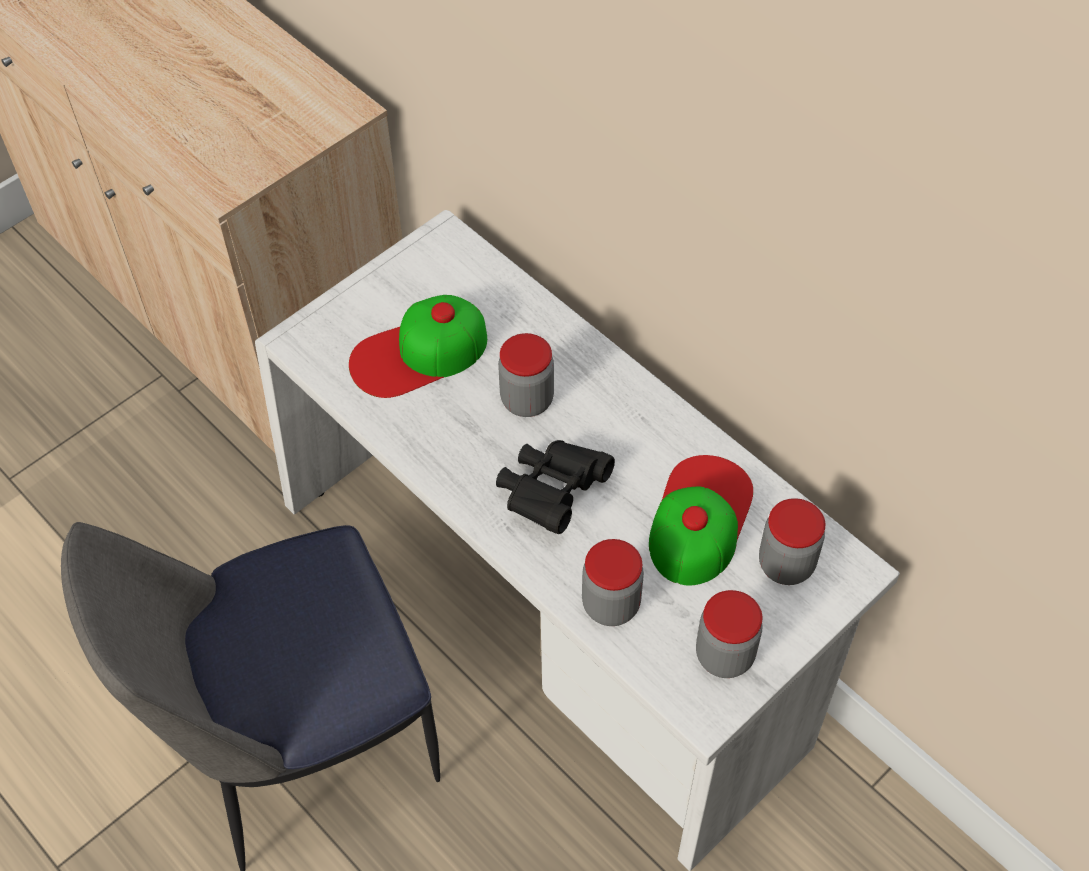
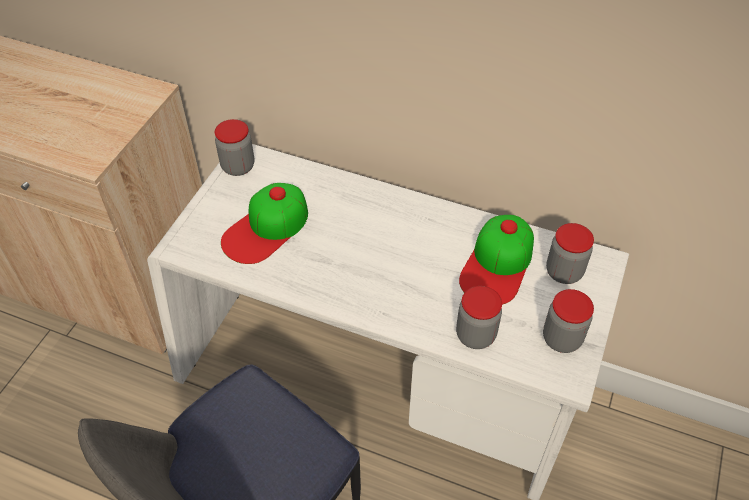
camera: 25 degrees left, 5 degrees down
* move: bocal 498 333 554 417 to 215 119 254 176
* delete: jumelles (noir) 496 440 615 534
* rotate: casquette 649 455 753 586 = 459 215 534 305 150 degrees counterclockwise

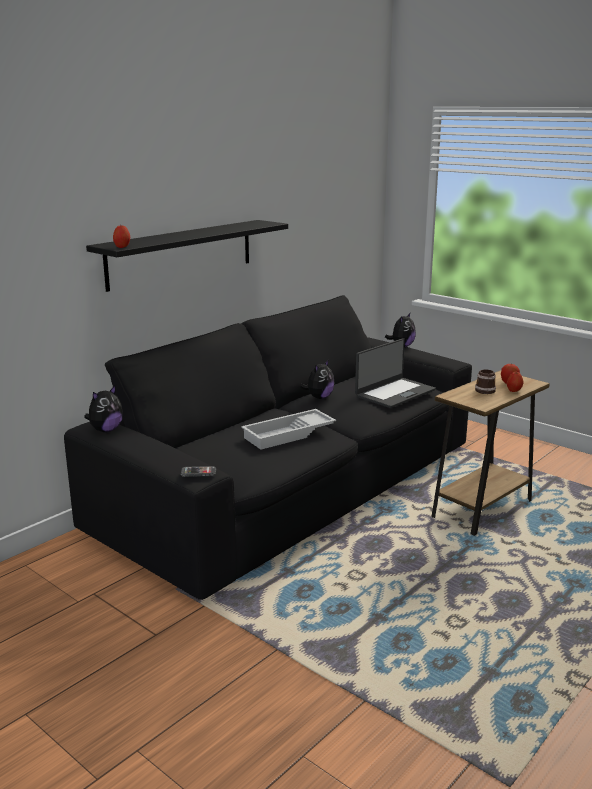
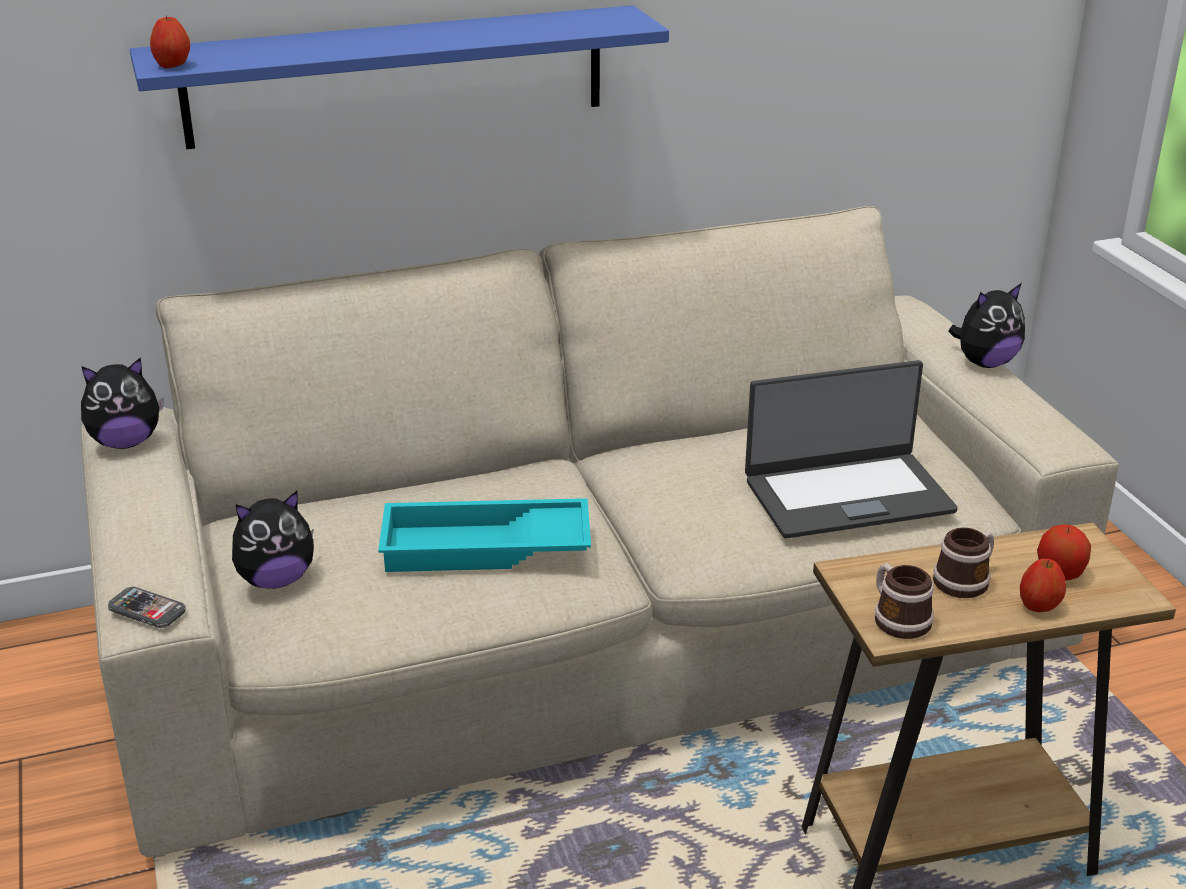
camera: 30 degrees right, 10 degrees up
* recolor: étagère (noir) 86 220 288 292 to étagère (bleu) 130 5 669 149
* recolor: canapé (noir) 64 295 472 600 to canapé (beige) 81 206 1119 857
* move: peluche 300 360 335 399 to 232 491 314 589
* recolor: plateau (blanc) 241 409 336 450 to plateau (turquoise) 378 498 591 572
* insert: mug 875 563 934 639

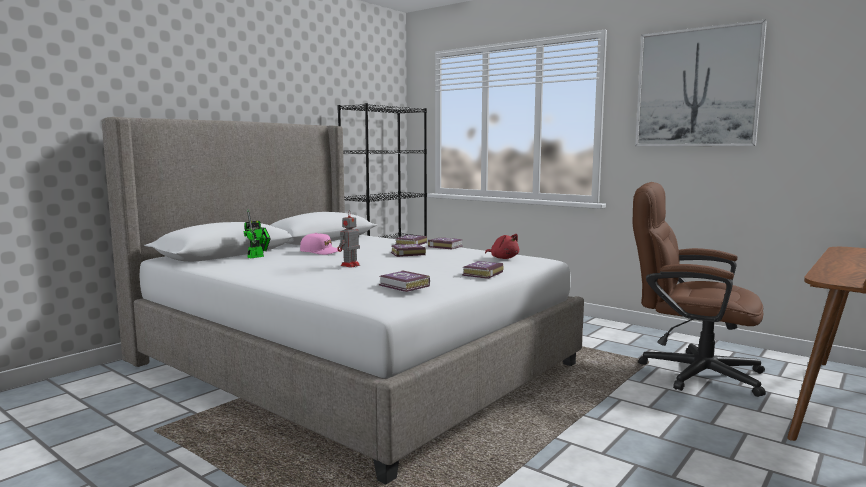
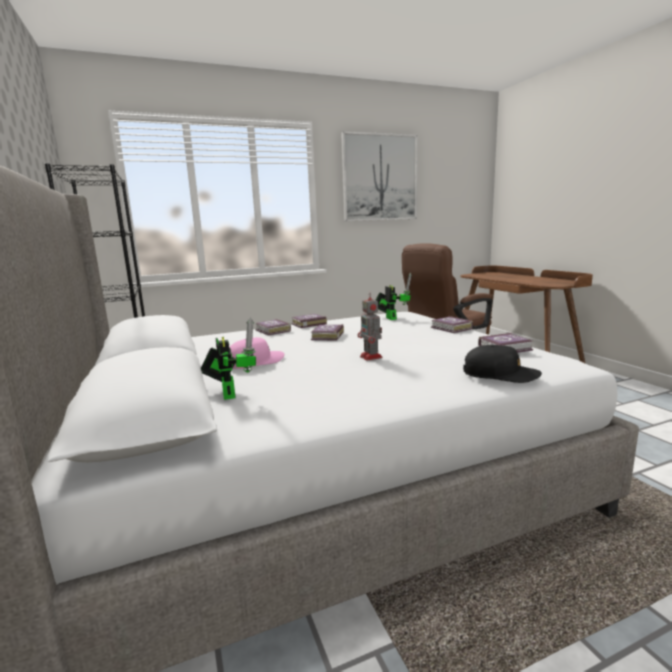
camera: 60 degrees left, 5 degrees up
* replace: peluche (rouge) 485 234 519 259 to robot jouet 376 273 412 320
* insert: casquette (noir) 463 345 542 383

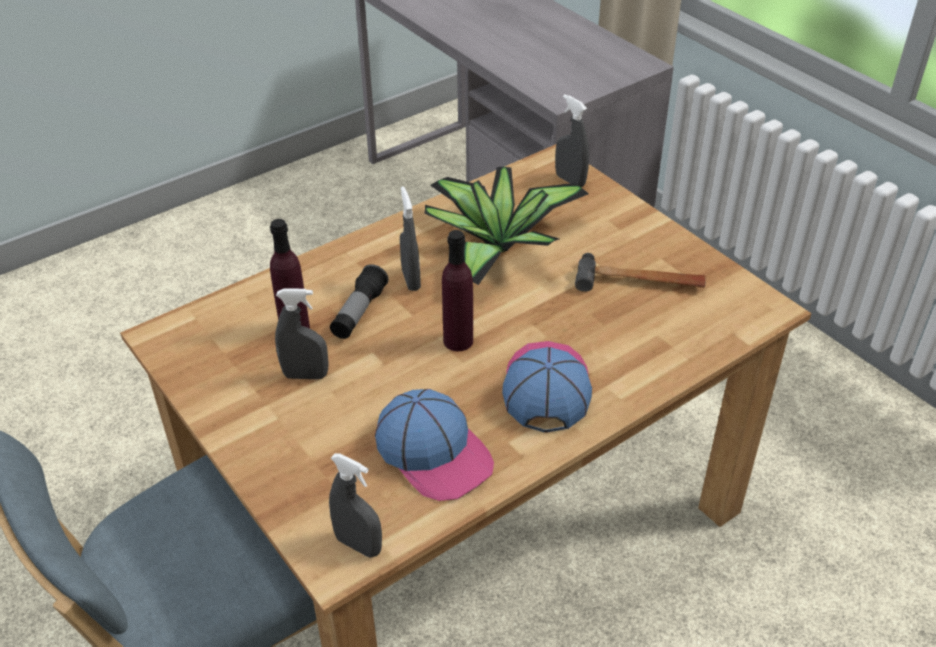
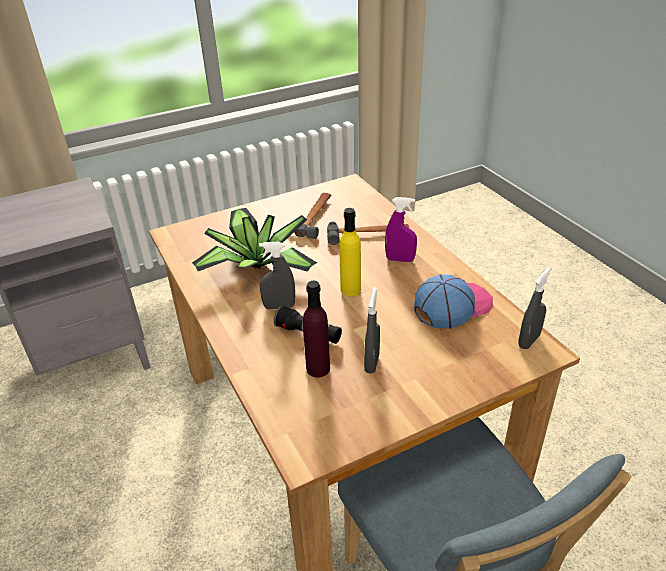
camera: 80 degrees left, 5 degrees down
* delete: vaporisateur (gris) 555 94 589 187
* recolor: bouteille (violet) 442 230 473 351 to bouteille (jaune) 339 208 361 296
* replace: casquette 502 341 592 433 to vaporisateur (violet) 385 197 417 262
* insert: marteau 327 222 409 245

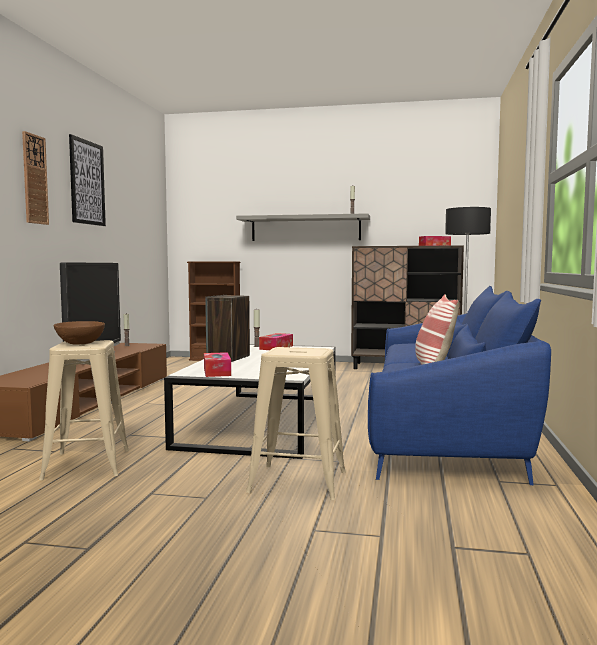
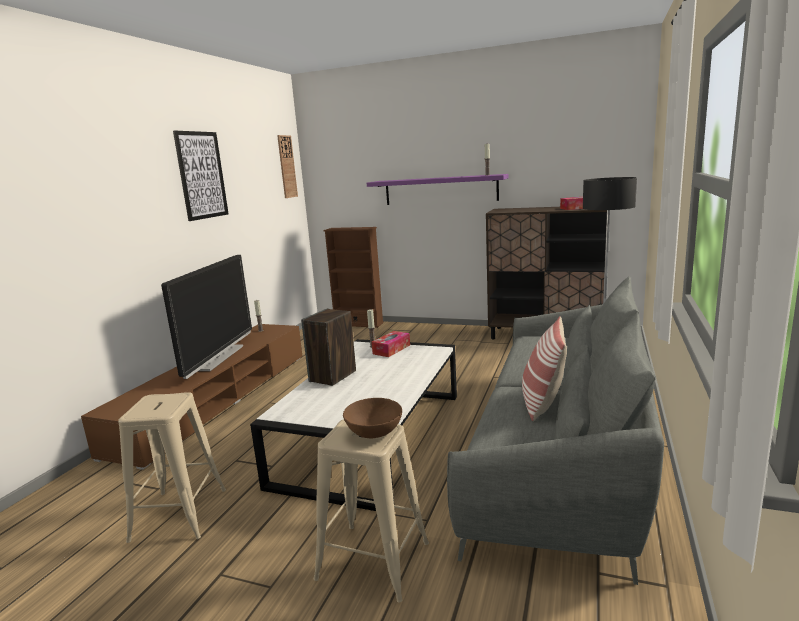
camera: 10 degrees right, 10 degrees up
* move: horloge murale 22 131 49 225 to 277 135 298 198
* recolor: étagère (gris) 236 213 370 241 to étagère (violet) 367 174 508 205
* recolor: canapé (bleu) 368 286 551 485 to canapé (gris) 447 276 664 585
* move: bol (marron) 54 321 105 345 to 343 398 402 438
* delete: boîte à mouchoirs 204 352 231 377

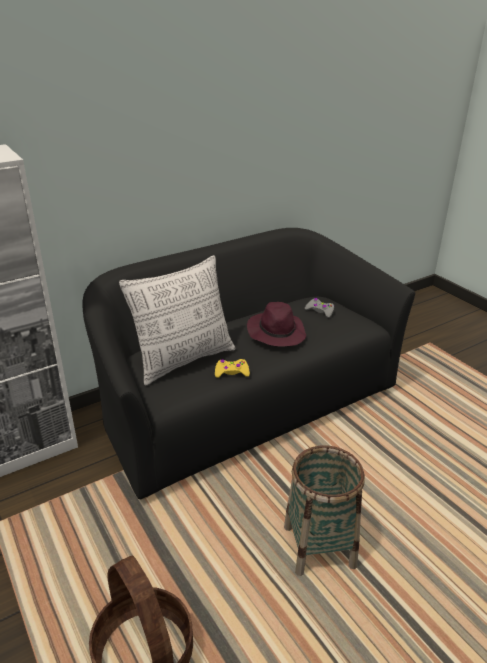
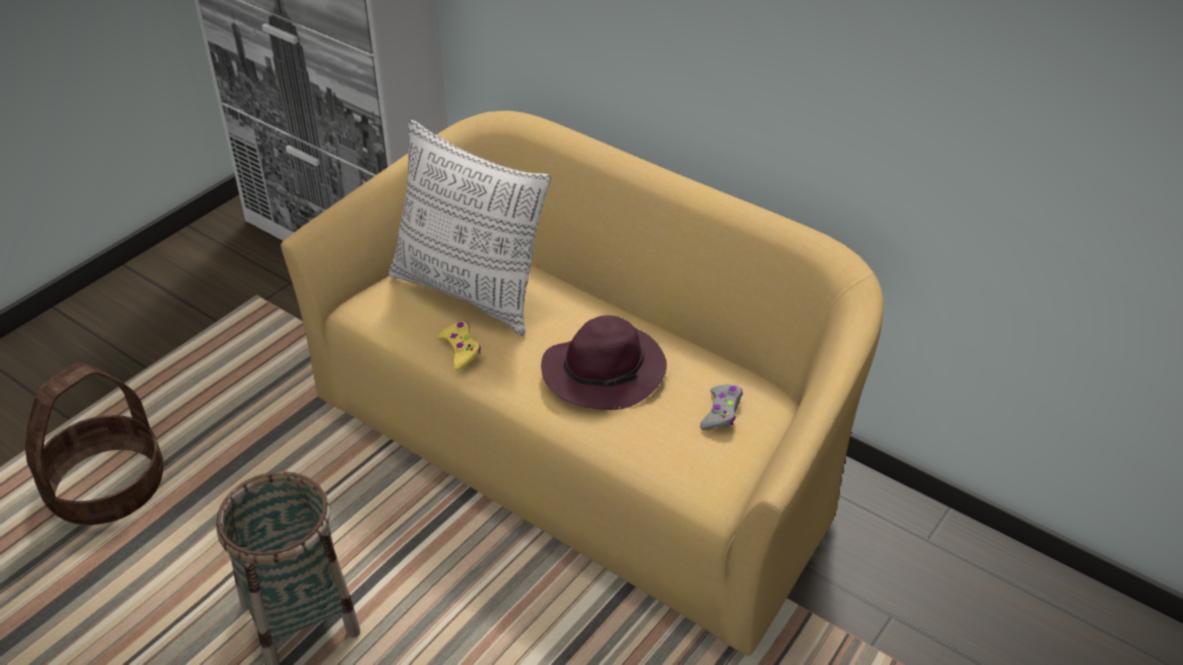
camera: 70 degrees right, 10 degrees up
* recolor: canapé (noir) 82 228 415 499 to canapé (jaune) 281 111 884 656

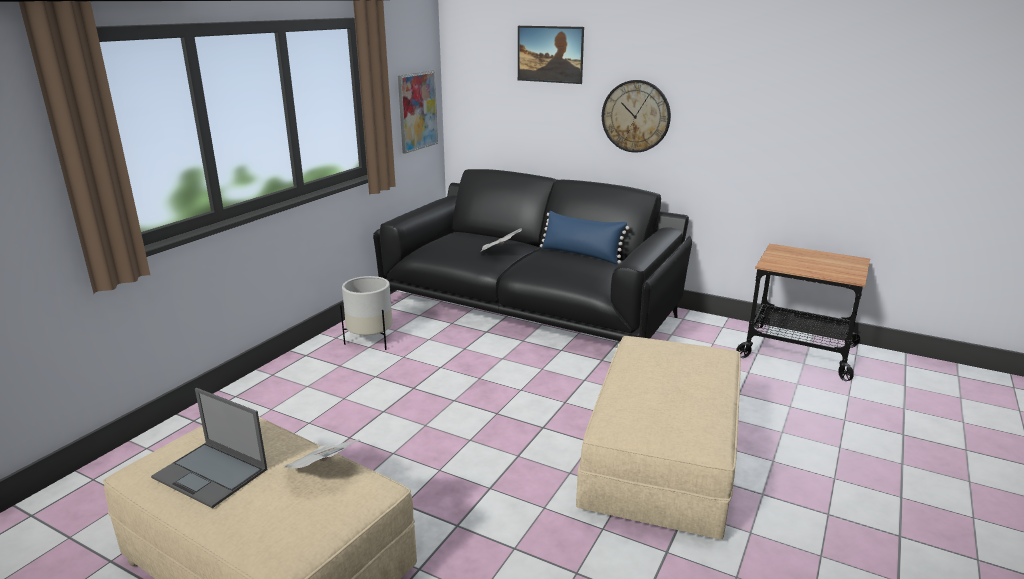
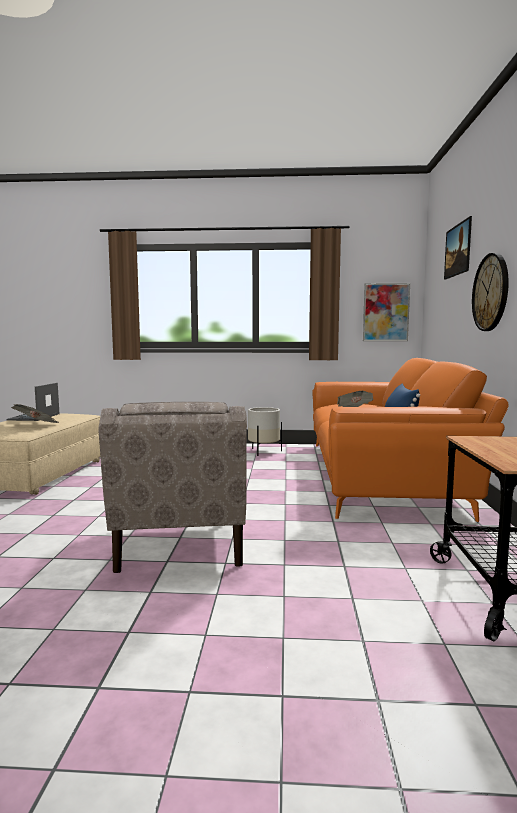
camera: 65 degrees right, 15 degrees down
* recolor: canapé (noir) 373 169 692 341 to canapé (orange) 312 358 509 522
* replace: pouf (beige) 576 336 741 539 to fauteuil (beige) 98 402 247 573

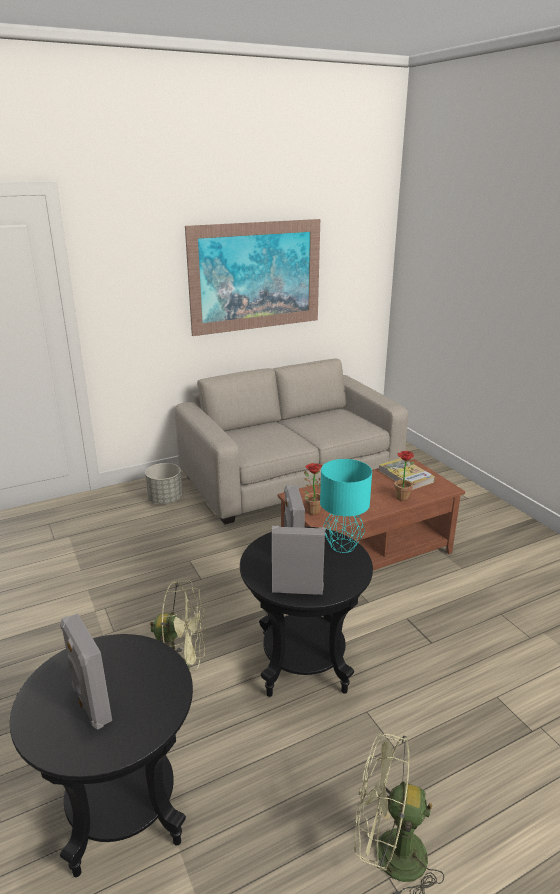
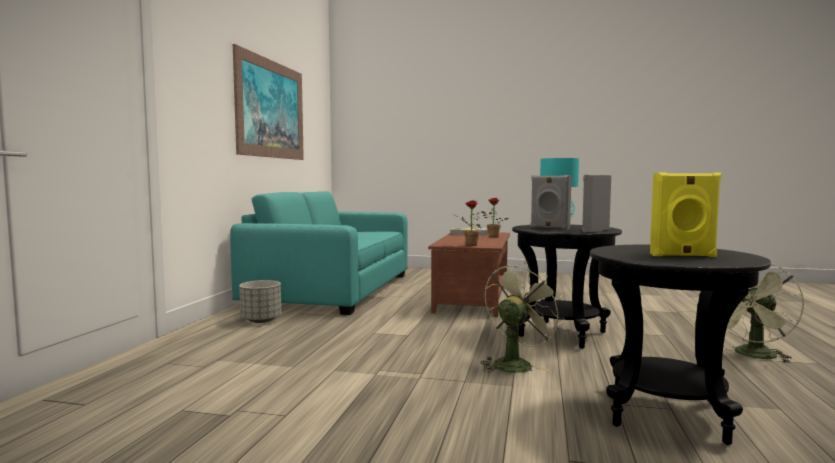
camera: 50 degrees left, 20 degrees down
* recolor: canapé (beige) 175 359 408 525 to canapé (turquoise) 230 191 408 315
* recolor: enceinte (gris) 60 613 112 730 to enceinte (jaune) 650 172 722 257

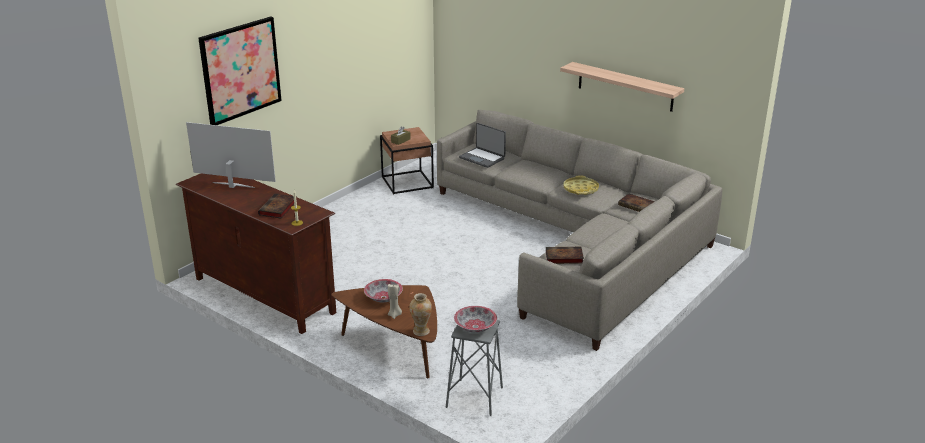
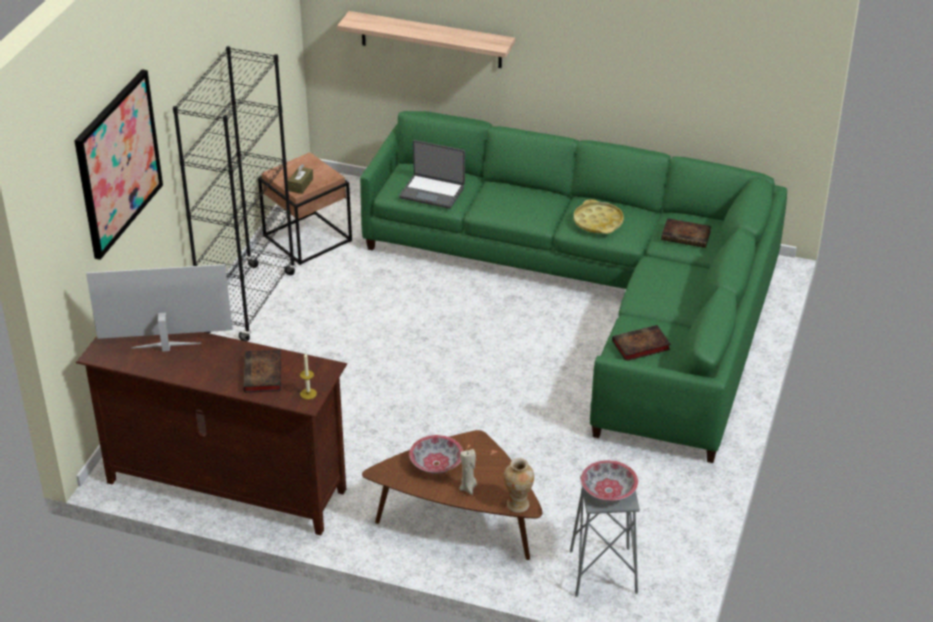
camera: 20 degrees left, 10 degrees up
* move: étagère 560 62 684 112 to 337 11 515 68
* recolor: canapé (gris) 437 110 722 351 to canapé (vert) 360 111 787 463
* insert: bibliothèque (noir) 173 46 296 341

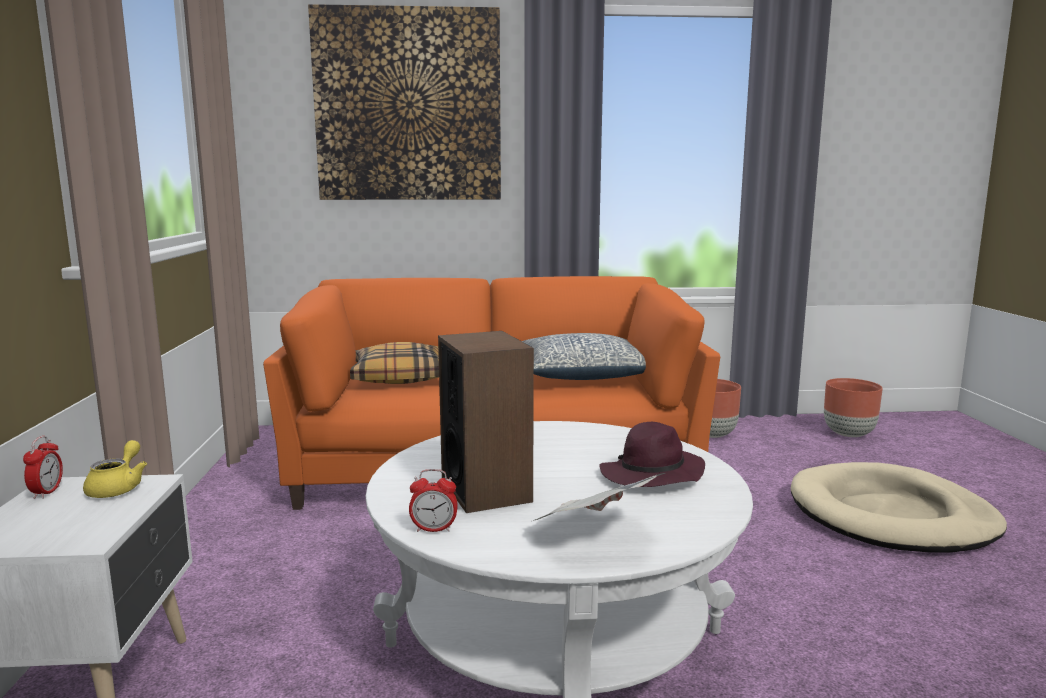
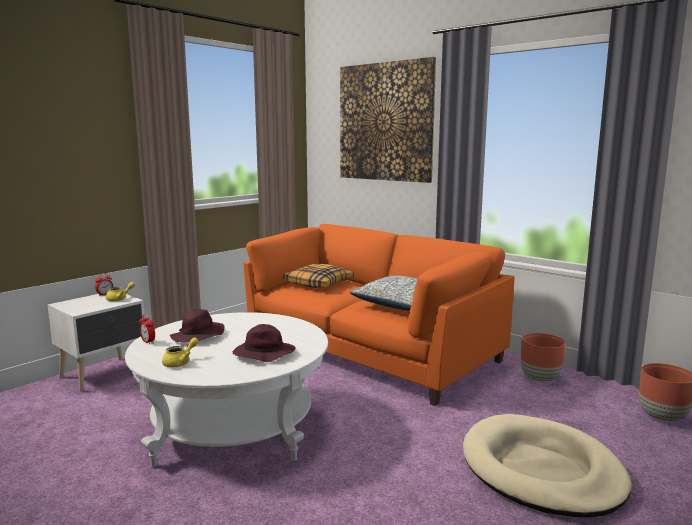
camera: 45 degrees right, 0 degrees up
* replace: enceinte 438 331 534 513 to chapeau (violet) 170 309 225 342
* replace: journal 533 473 665 521 to théière (jaune) 162 337 199 367

